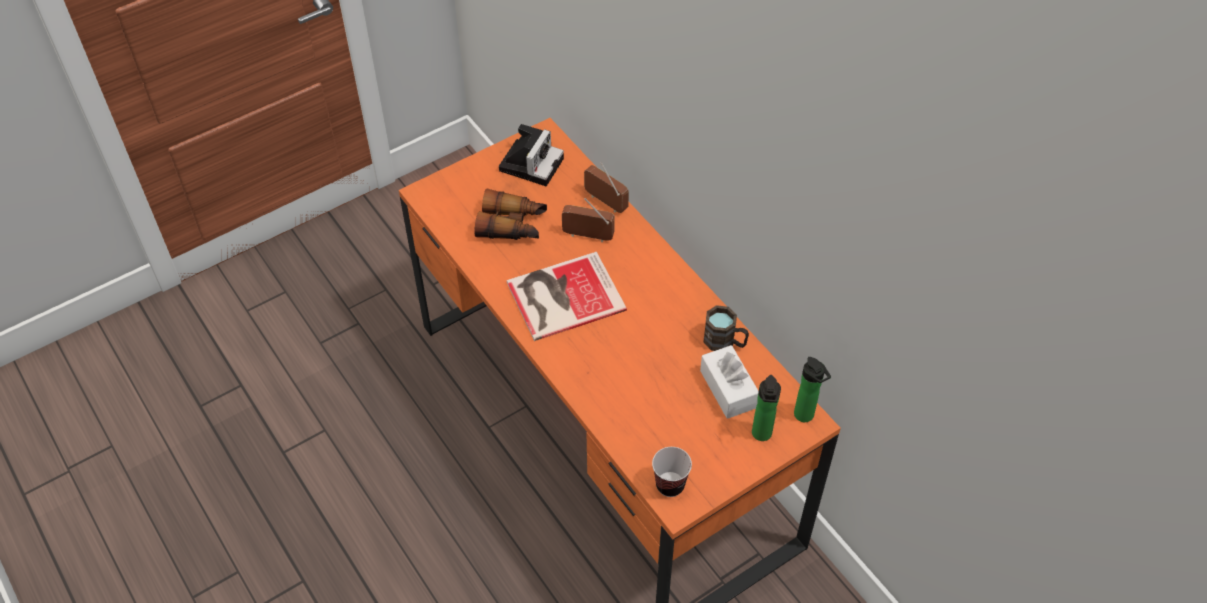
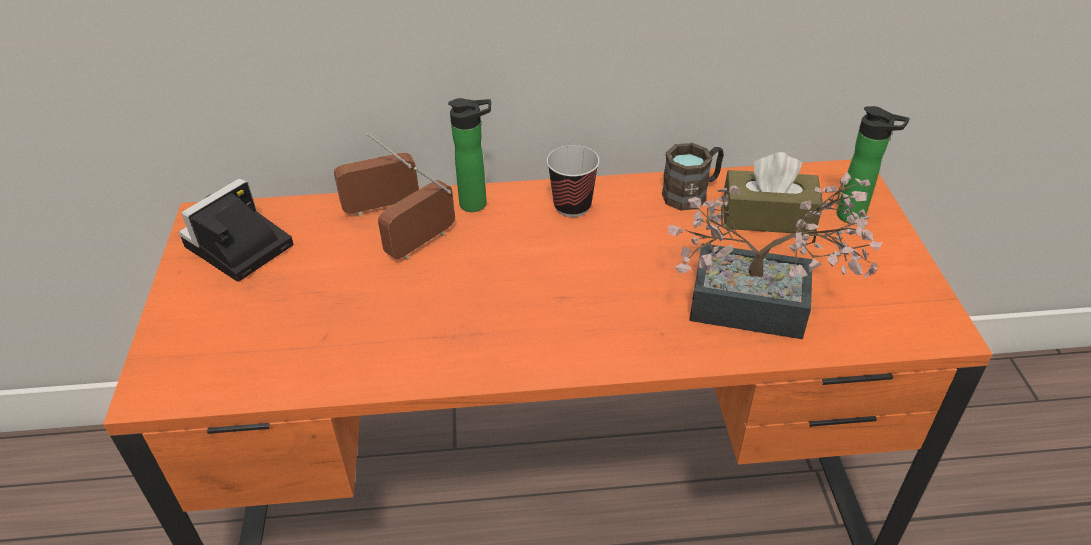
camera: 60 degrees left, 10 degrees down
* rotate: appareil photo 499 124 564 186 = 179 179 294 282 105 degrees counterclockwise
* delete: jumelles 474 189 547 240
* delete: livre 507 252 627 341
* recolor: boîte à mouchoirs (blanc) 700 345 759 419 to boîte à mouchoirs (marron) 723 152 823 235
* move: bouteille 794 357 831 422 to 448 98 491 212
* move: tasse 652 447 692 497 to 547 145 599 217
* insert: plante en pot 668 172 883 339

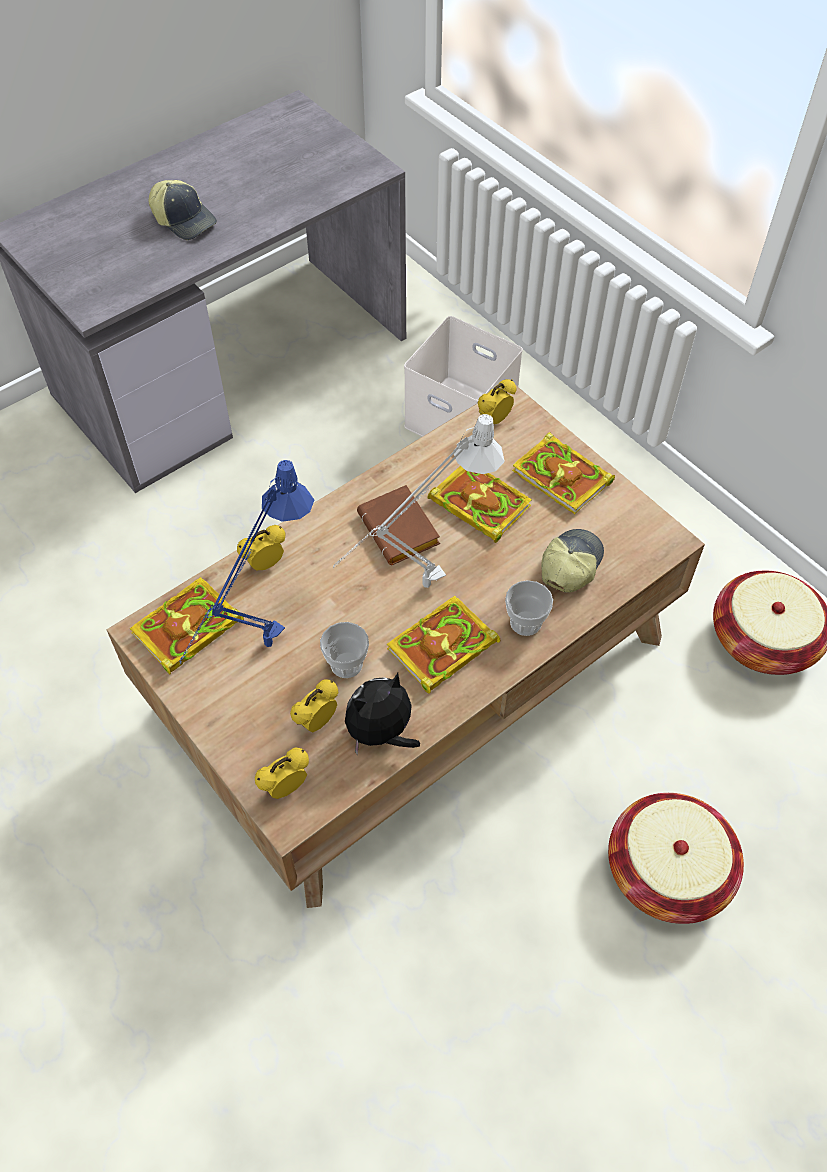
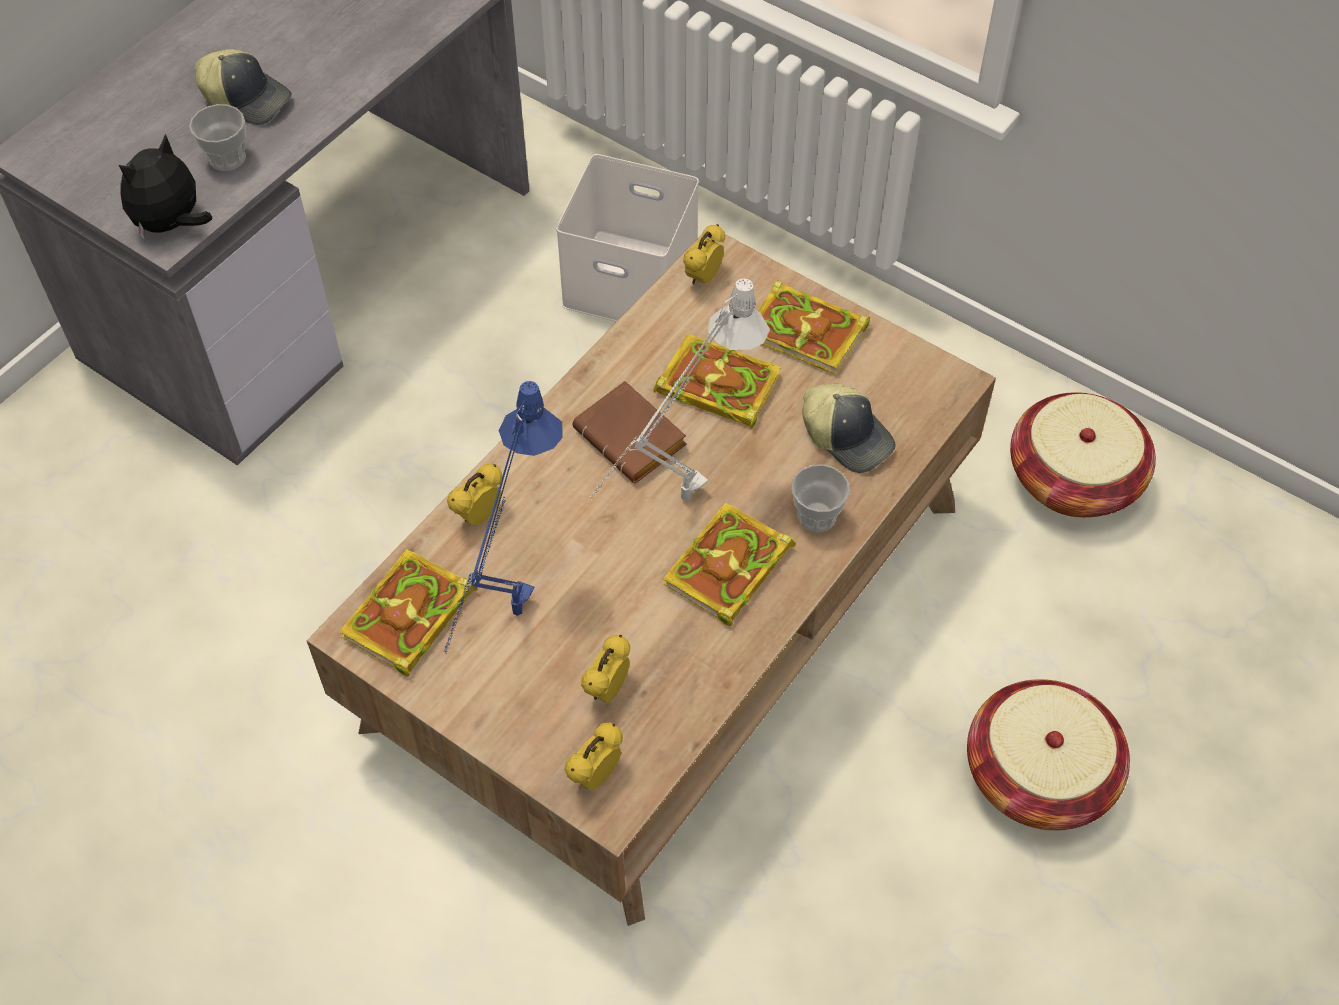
camera: 15 degrees left, 0 degrees up
* rotate: casquette 541 529 604 593 = 802 383 896 473 120 degrees clockwise
* move: tasse 320 622 369 678 to 189 104 246 171
* move: peluche 345 673 420 756 to 119 134 212 241

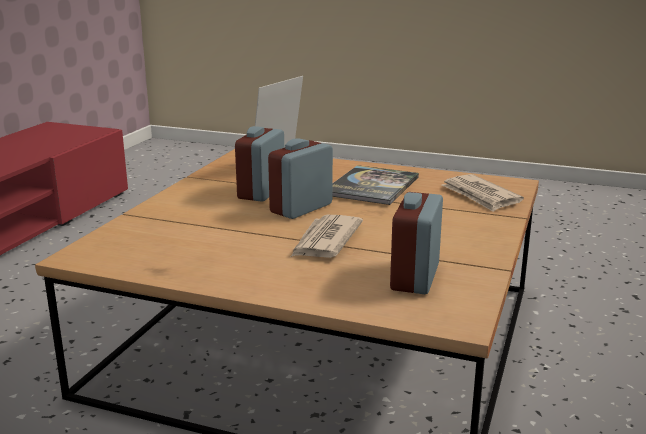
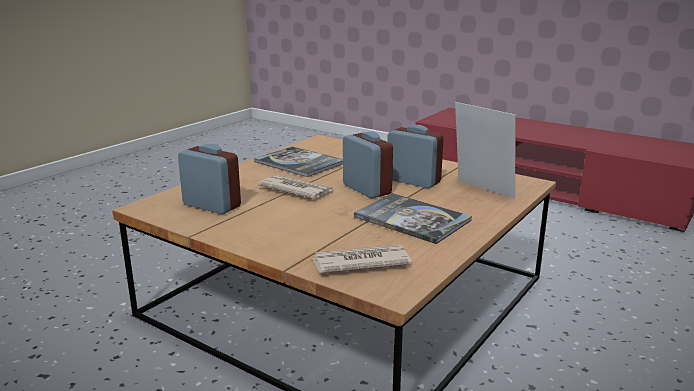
camera: 105 degrees right, 0 degrees up
* insert: livre 254 146 343 177

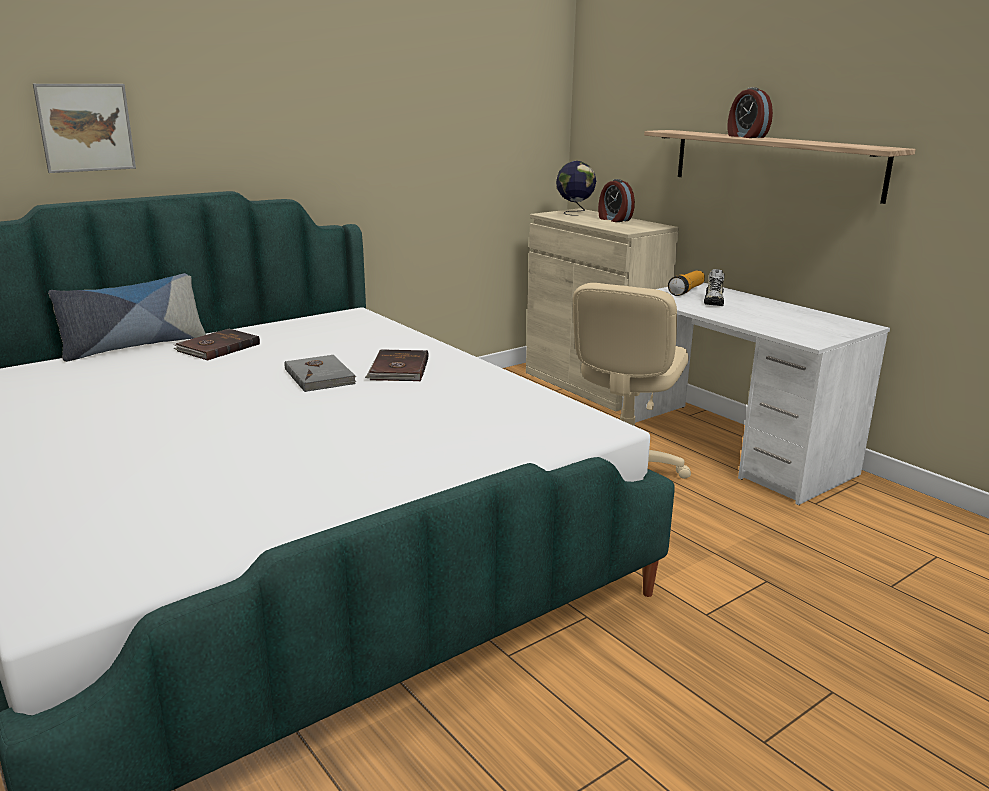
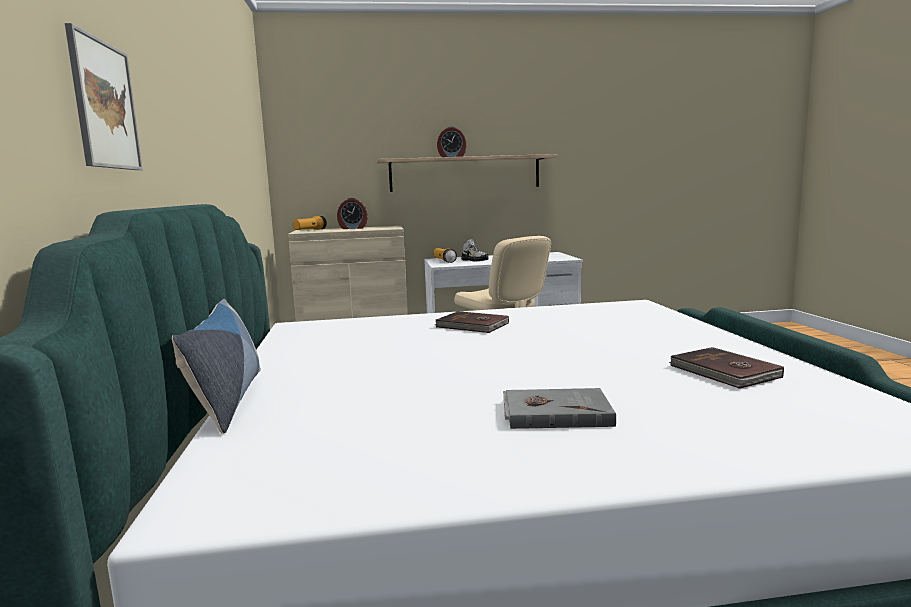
camera: 60 degrees left, 10 degrees down
* replace: globe 556 161 596 216 to lampe de poche 293 216 327 230
* move: livre (marron) 173 329 260 361 to 669 347 784 389
* move: livre (gris) 284 355 356 392 to 503 388 616 429

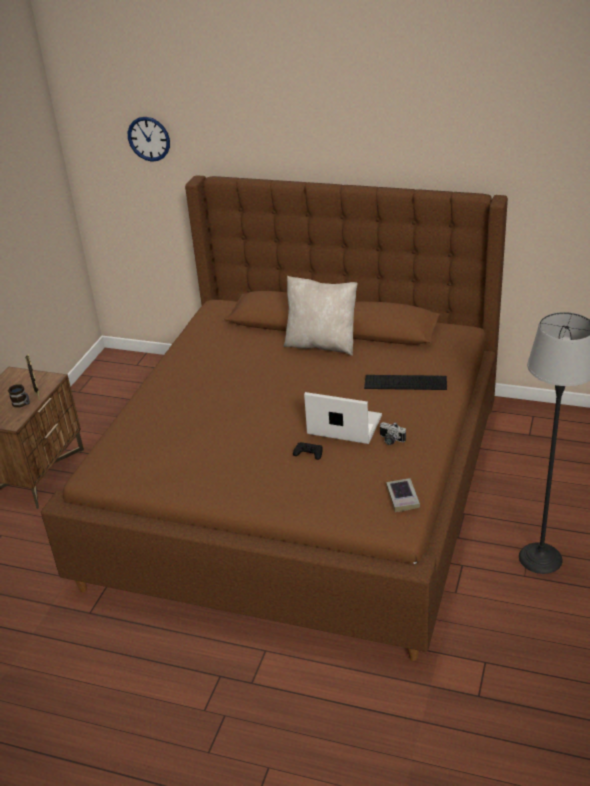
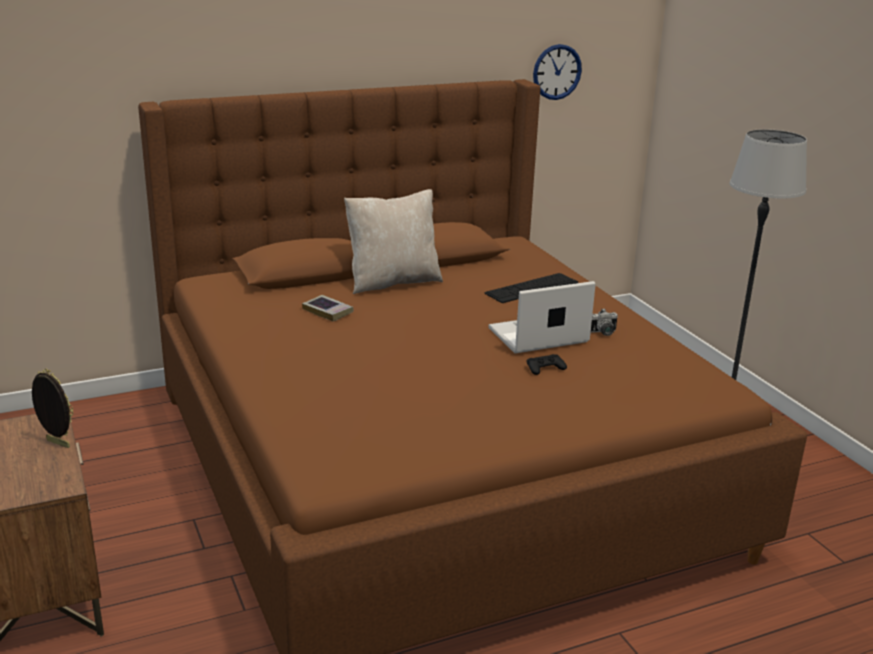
camera: 45 degrees left, 10 degrees down
* move: horloge murale 128 117 170 162 to 533 44 582 100
* delete: mug 8 384 30 408
* move: livre 386 478 420 512 to 302 295 353 321

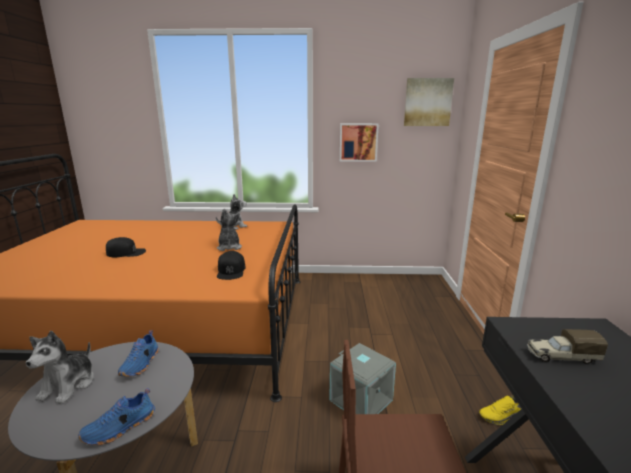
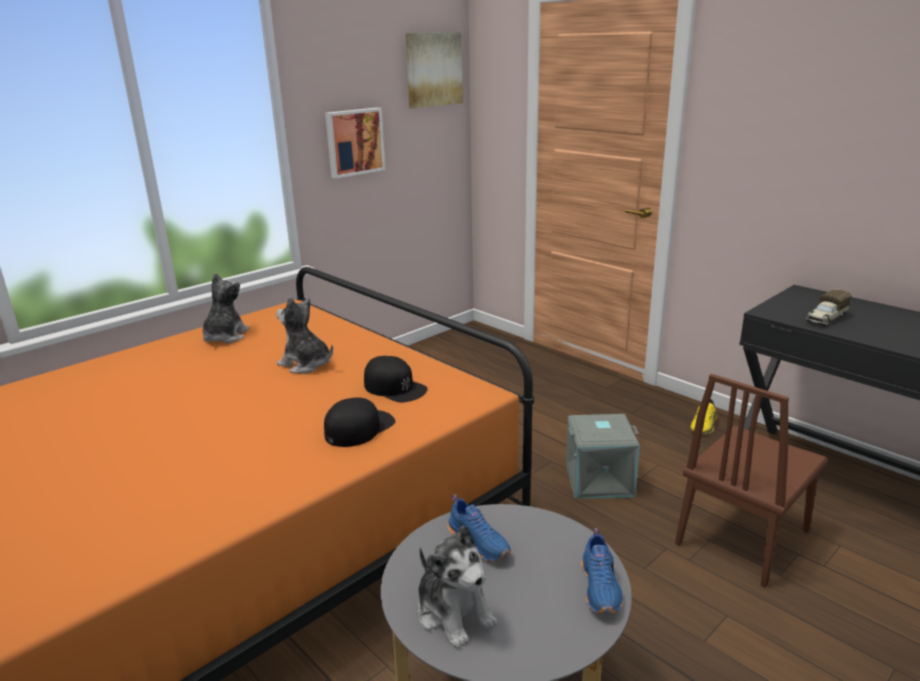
camera: 45 degrees left, 5 degrees up
* move: casquette (noir) 106 237 146 258 to 324 397 395 447

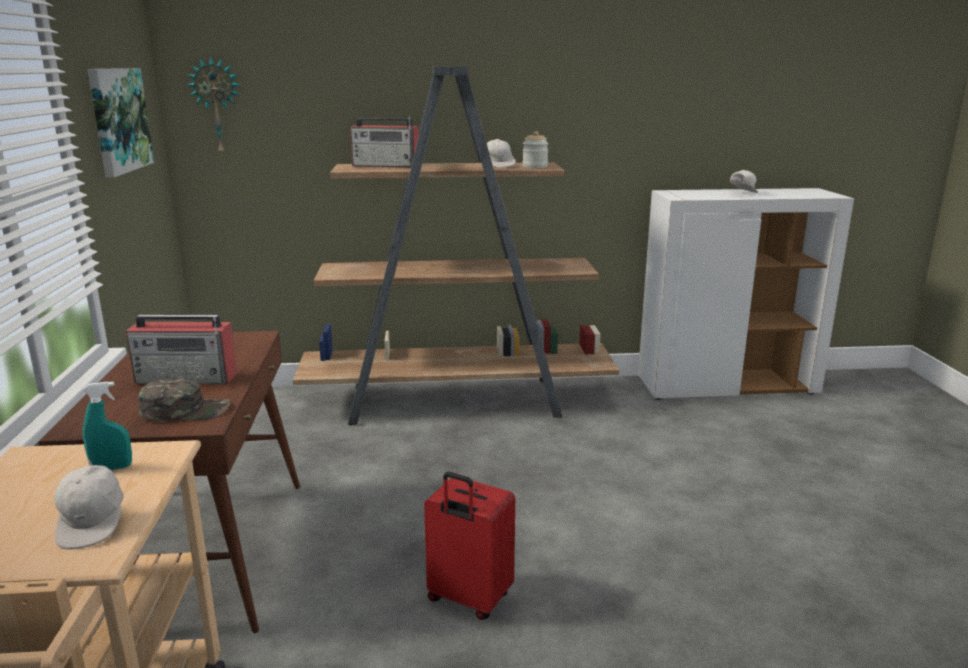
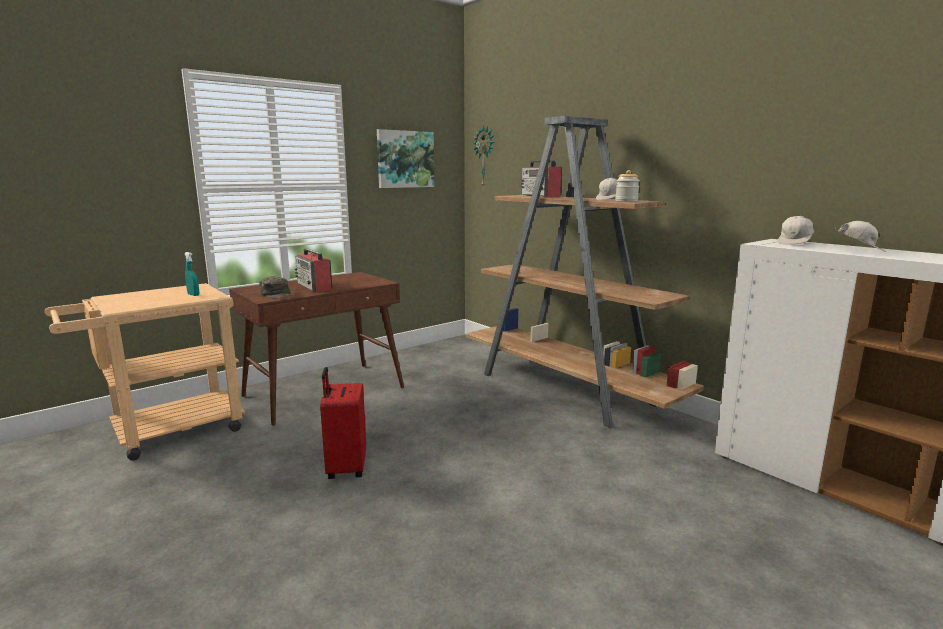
camera: 55 degrees right, 5 degrees down
* move: casquette (blanc) 54 459 124 550 to 778 216 814 245

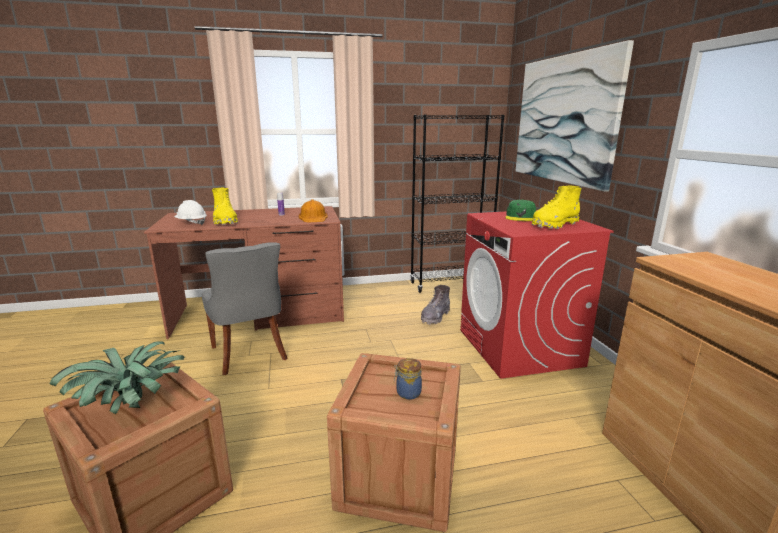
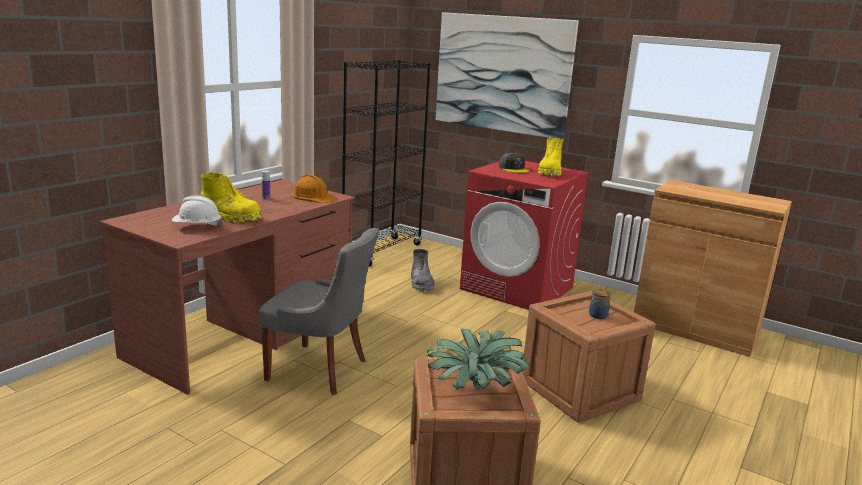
camera: 45 degrees left, 0 degrees up
* recolor: casquette (vert) 505 200 536 221 to casquette (gris) 499 153 529 173

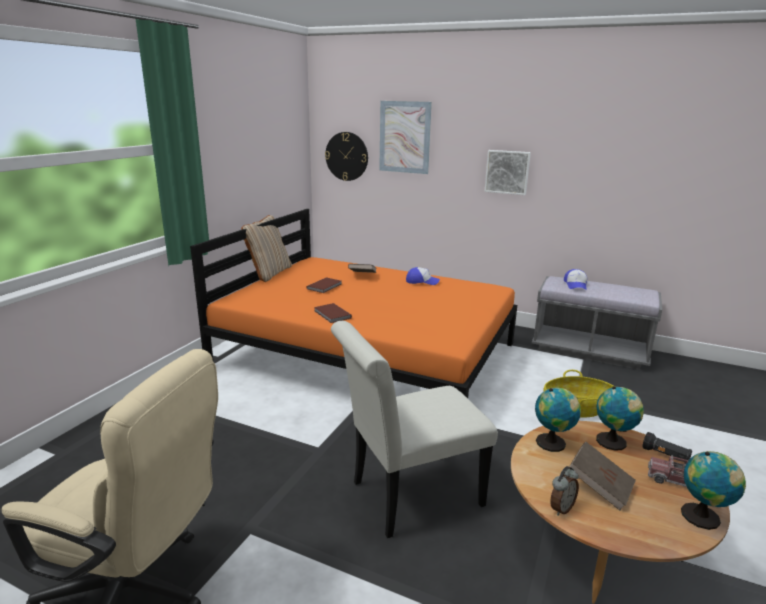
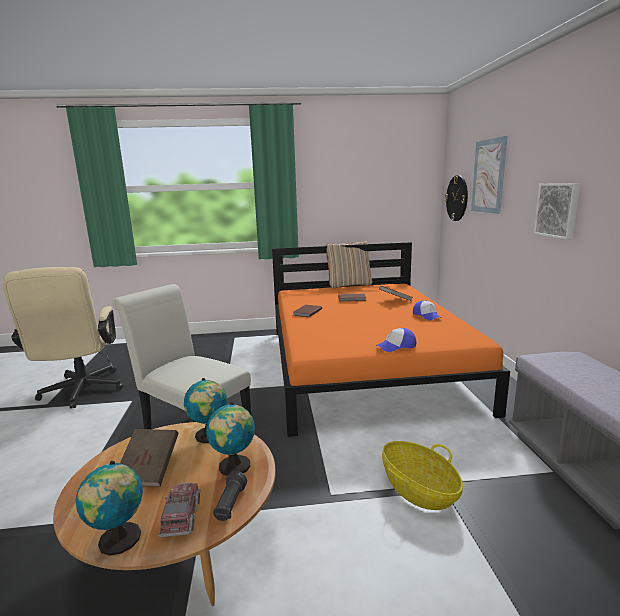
camera: 60 degrees right, 5 degrees down
* move: casquette 564 269 587 290 to 376 328 416 352
* delete: réveil 550 466 579 516

